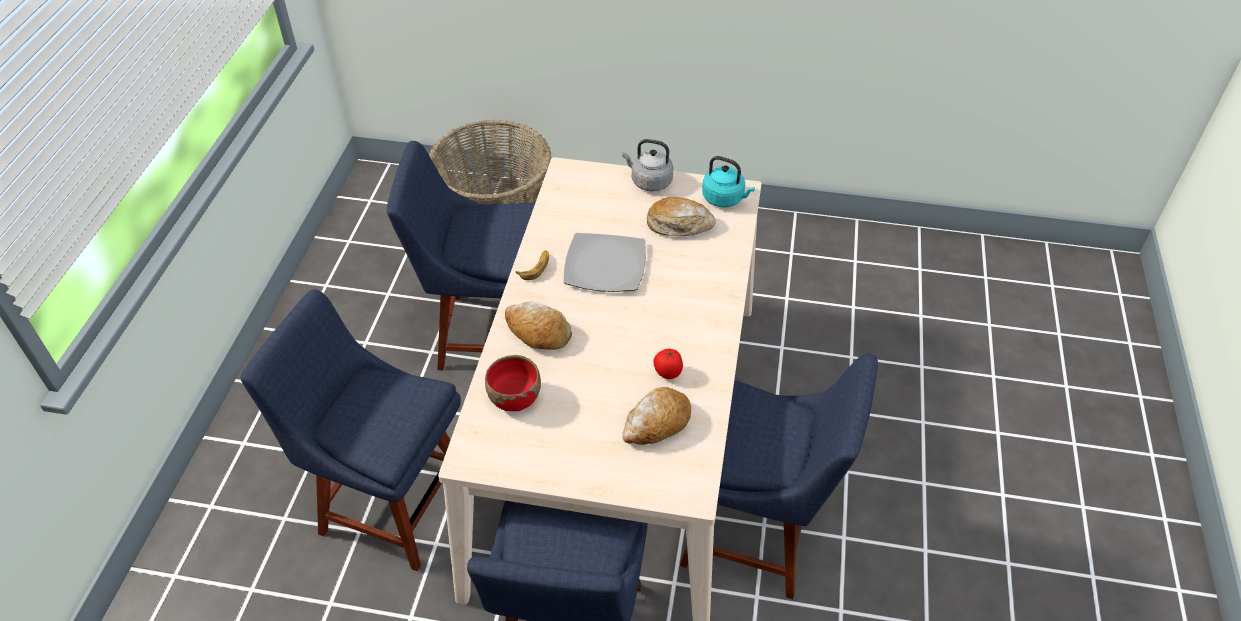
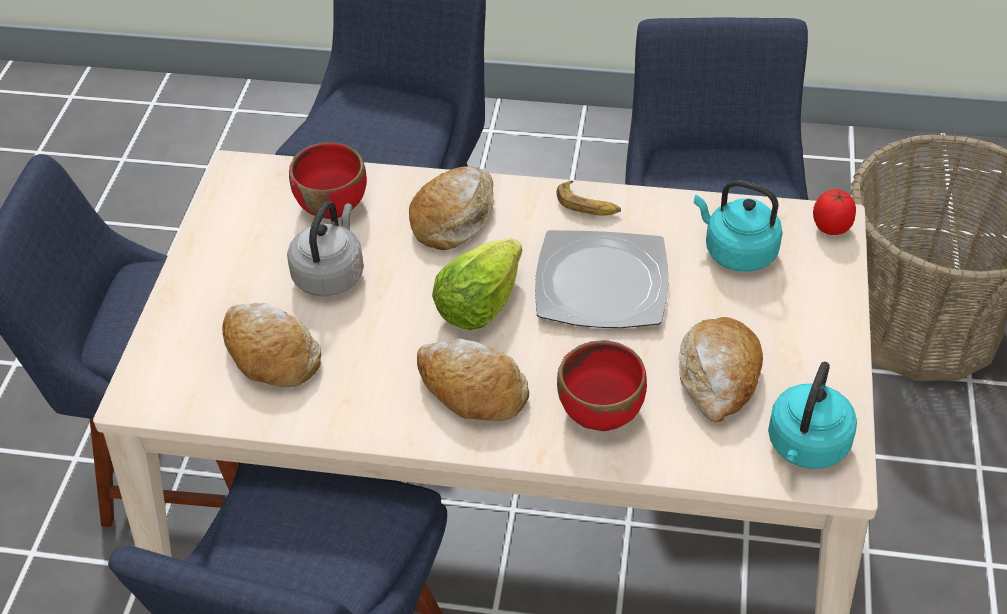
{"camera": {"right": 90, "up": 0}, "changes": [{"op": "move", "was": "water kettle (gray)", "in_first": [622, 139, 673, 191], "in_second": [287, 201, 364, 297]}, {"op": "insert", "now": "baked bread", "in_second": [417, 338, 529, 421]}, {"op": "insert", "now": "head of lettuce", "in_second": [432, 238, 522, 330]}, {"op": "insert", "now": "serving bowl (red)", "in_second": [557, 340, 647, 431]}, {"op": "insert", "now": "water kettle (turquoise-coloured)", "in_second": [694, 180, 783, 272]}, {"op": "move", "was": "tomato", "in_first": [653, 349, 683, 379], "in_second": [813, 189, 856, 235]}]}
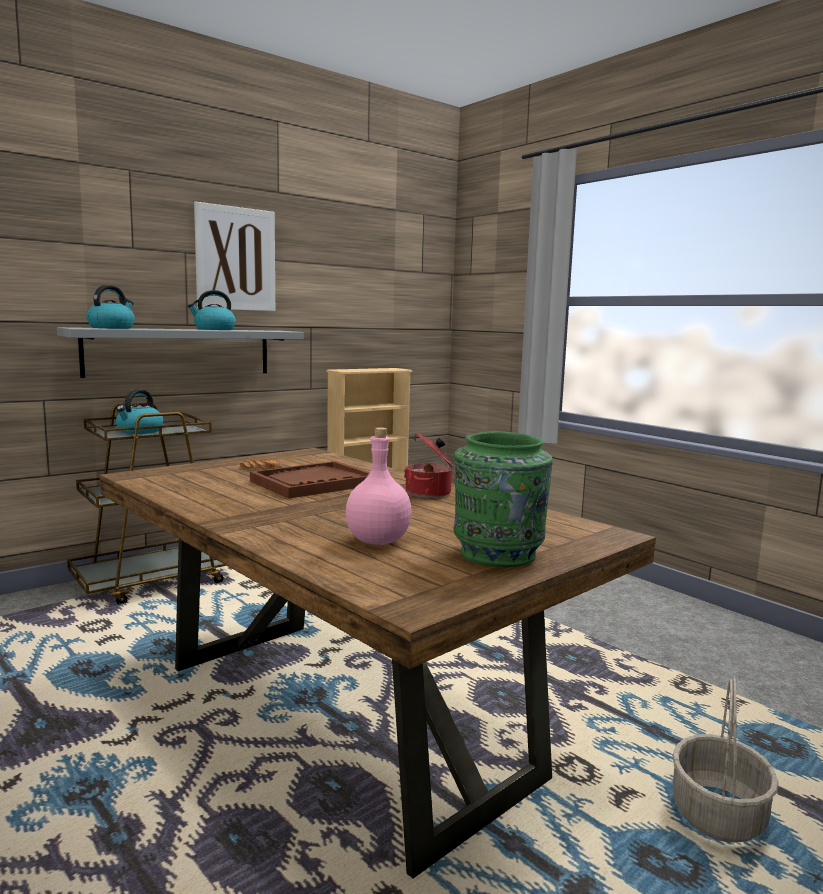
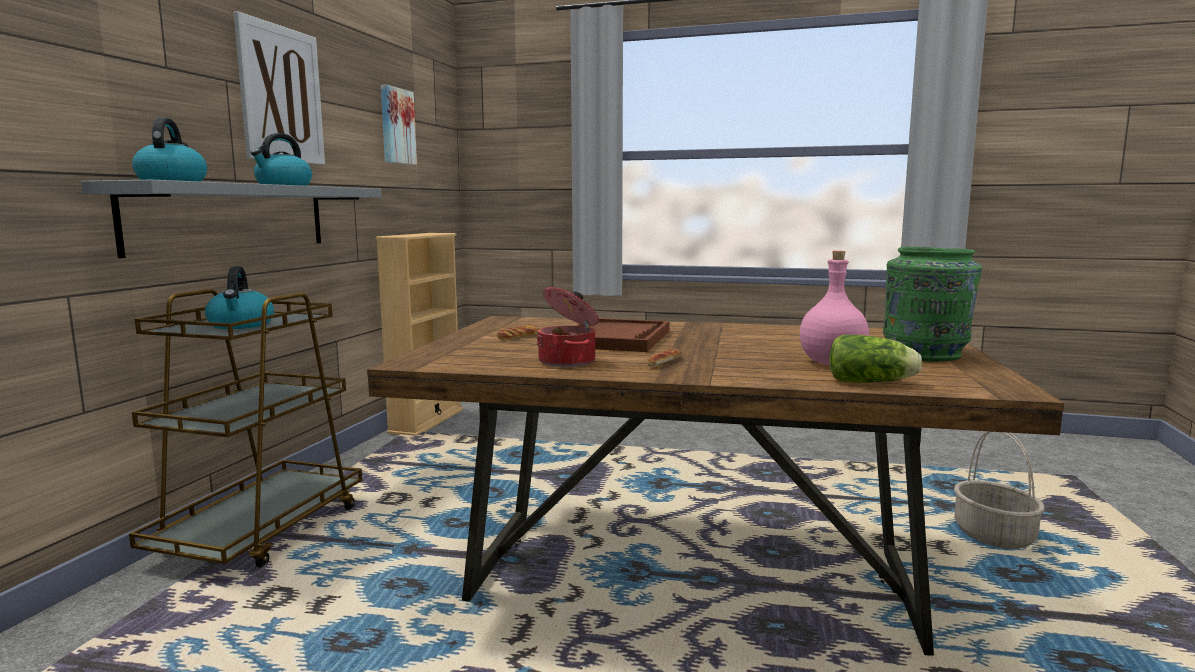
{"camera": {"right": -35, "up": 0}, "changes": [{"op": "insert", "now": "picture", "in_second": [381, 85, 417, 165]}, {"op": "move", "was": "cooking pot", "in_first": [404, 432, 453, 498], "in_second": [536, 287, 599, 367]}, {"op": "insert", "now": "baked bread", "in_second": [647, 348, 682, 367]}, {"op": "insert", "now": "head of lettuce", "in_second": [829, 335, 922, 383]}]}
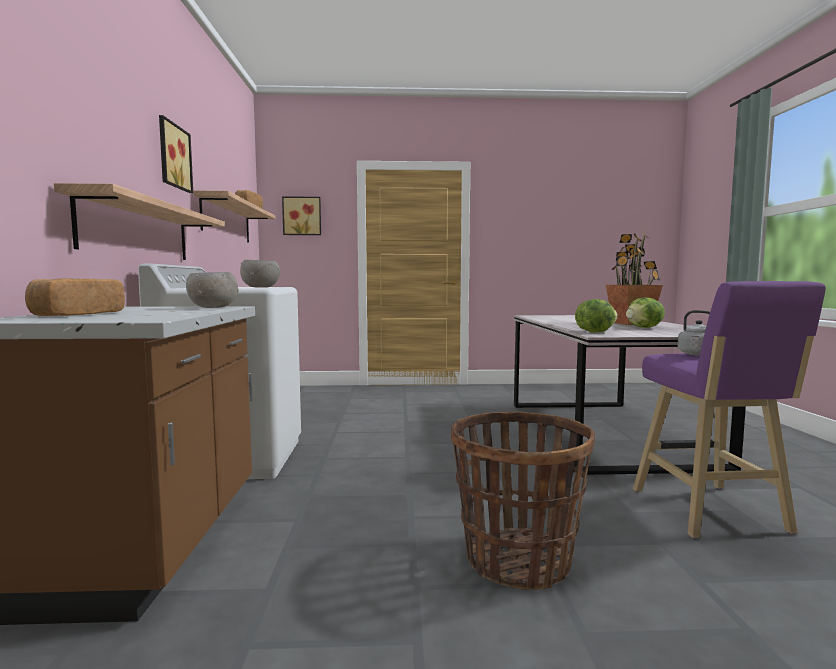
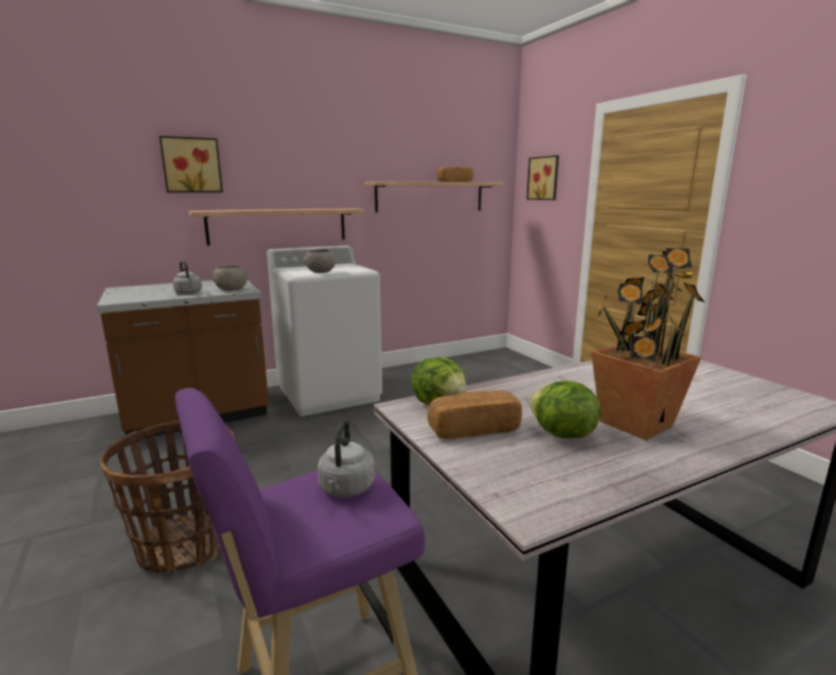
{"camera": {"right": 65, "up": 10}, "changes": [{"op": "move", "was": "picture", "in_first": [159, 115, 193, 193], "in_second": [159, 136, 223, 192]}, {"op": "insert", "now": "water kettle (gray)", "in_second": [173, 261, 202, 294]}, {"op": "move", "was": "baked bread", "in_first": [25, 278, 125, 316], "in_second": [427, 390, 522, 439]}]}
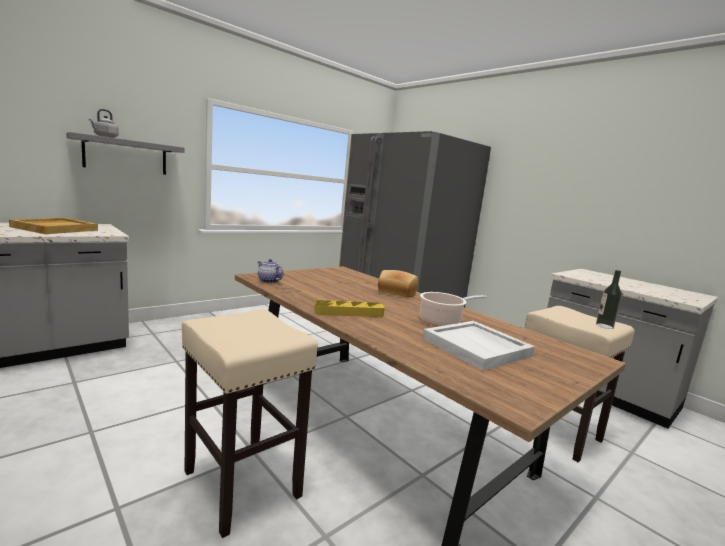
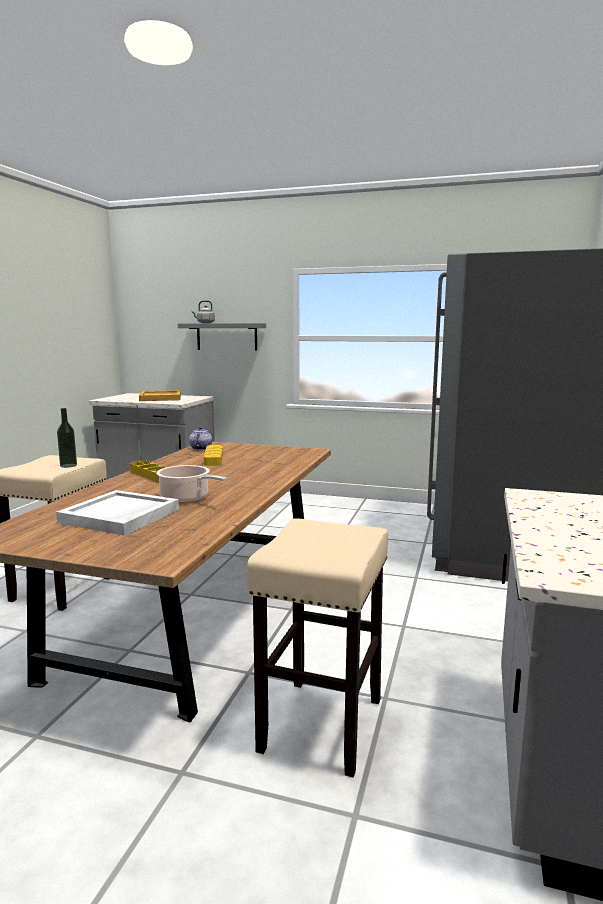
{"camera": {"right": 60, "up": 0}, "changes": [{"op": "move", "was": "bottle", "in_first": [596, 270, 622, 329], "in_second": [57, 408, 77, 468]}, {"op": "insert", "now": "serving tray (yellow-coloured)", "in_second": [204, 445, 223, 466]}, {"op": "delete", "was": "baked bread", "in_first": [378, 270, 418, 297]}]}
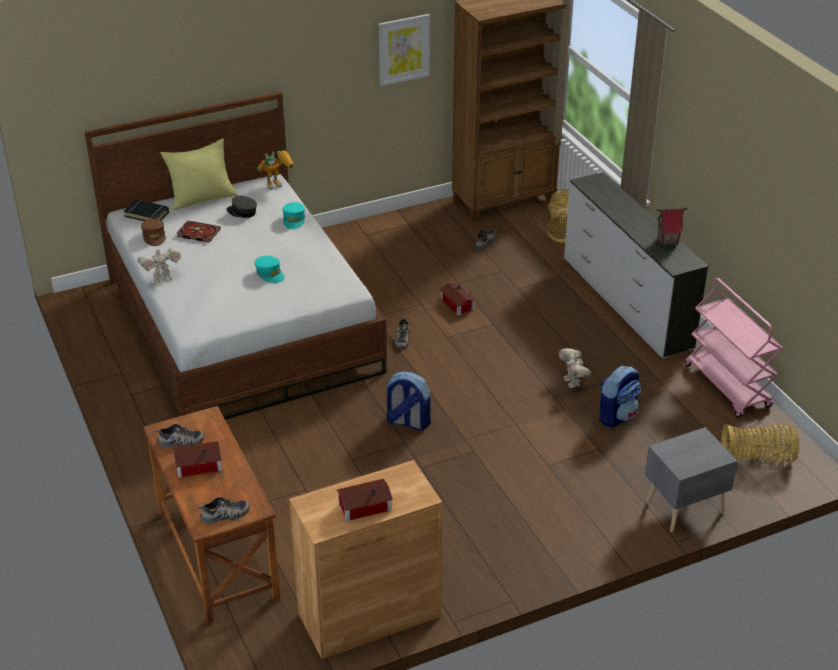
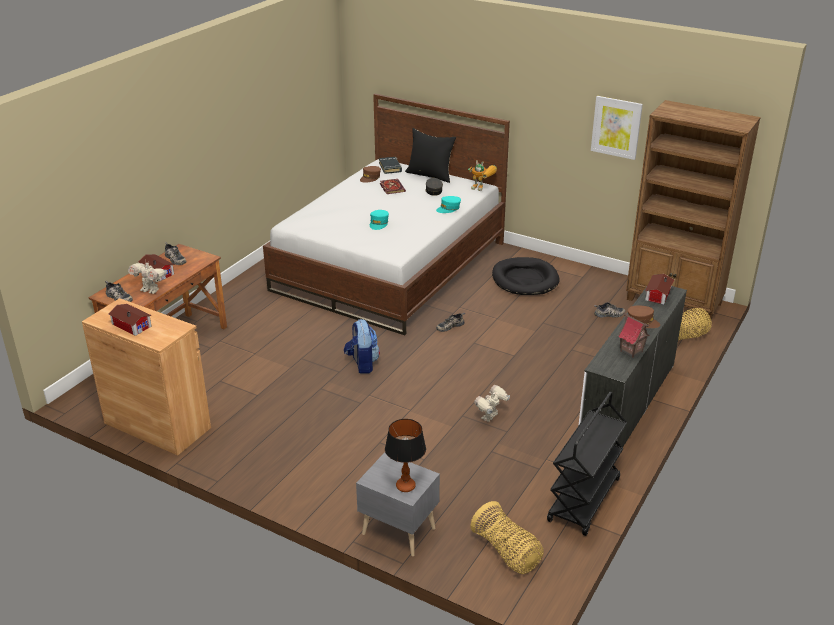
{"camera": {"right": 55, "up": -5}, "changes": [{"op": "move", "was": "robot figure", "in_first": [137, 248, 181, 284], "in_second": [128, 260, 167, 294]}, {"op": "insert", "now": "lamp for a table", "in_second": [385, 419, 426, 492]}, {"op": "recolor", "was": "pillow (yellow-coloured)", "now": "pillow (black-coloured)", "in_first": [160, 138, 238, 210], "in_second": [405, 128, 456, 183]}, {"op": "insert", "now": "pet bed (black-coloured)", "in_second": [492, 257, 560, 295]}, {"op": "recolor", "was": "trolley (pinkish)", "now": "trolley (black-coloured)", "in_first": [685, 278, 783, 417], "in_second": [547, 391, 627, 536]}, {"op": "insert", "now": "peaked cap (brown-coloured)", "in_second": [628, 306, 660, 328]}, {"op": "move", "was": "miniature house", "in_first": [439, 283, 476, 316], "in_second": [645, 274, 674, 304]}, {"op": "delete", "was": "backpack", "in_first": [599, 366, 641, 428]}]}
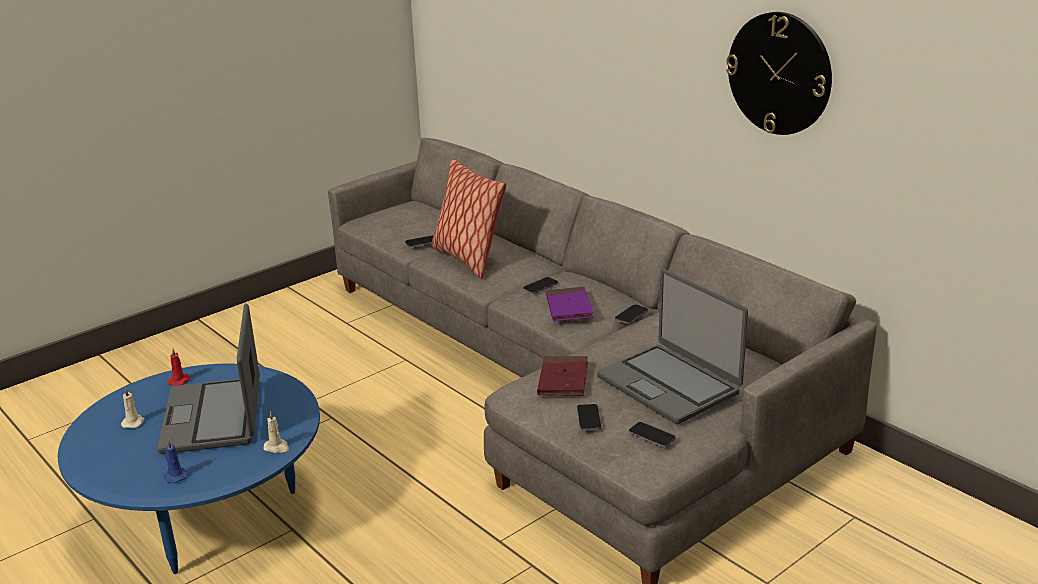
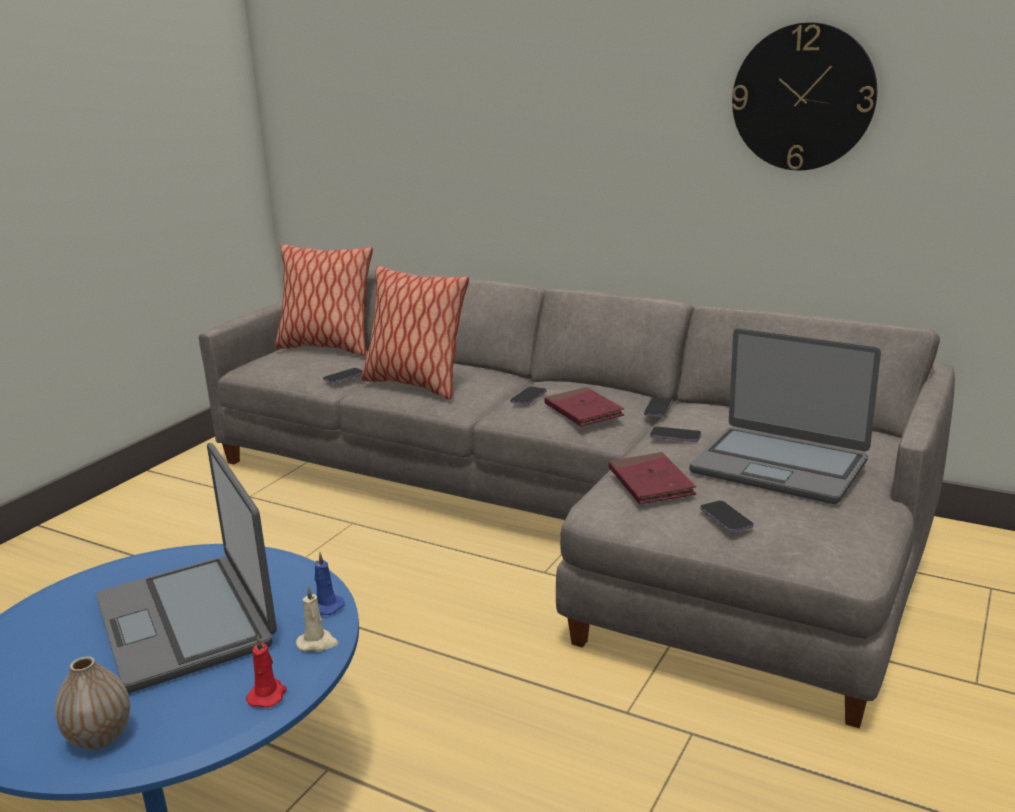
{"camera": {"right": -20, "up": -5}, "changes": [{"op": "insert", "now": "decorative vase", "in_second": [55, 656, 130, 750]}, {"op": "move", "was": "wax candle (red)", "in_first": [168, 349, 190, 386], "in_second": [246, 636, 287, 708]}, {"op": "insert", "now": "pillow", "in_second": [275, 244, 373, 356]}, {"op": "move", "was": "wax candle (blue)", "in_first": [164, 439, 189, 483], "in_second": [315, 552, 345, 615]}, {"op": "recolor", "was": "book (purple)", "now": "book (red)", "in_first": [546, 287, 594, 322], "in_second": [544, 387, 624, 426]}, {"op": "move", "was": "phone", "in_first": [629, 422, 676, 447], "in_second": [650, 427, 701, 442]}, {"op": "delete", "was": "wax candle (beige-coloured)", "in_first": [121, 387, 145, 428]}]}
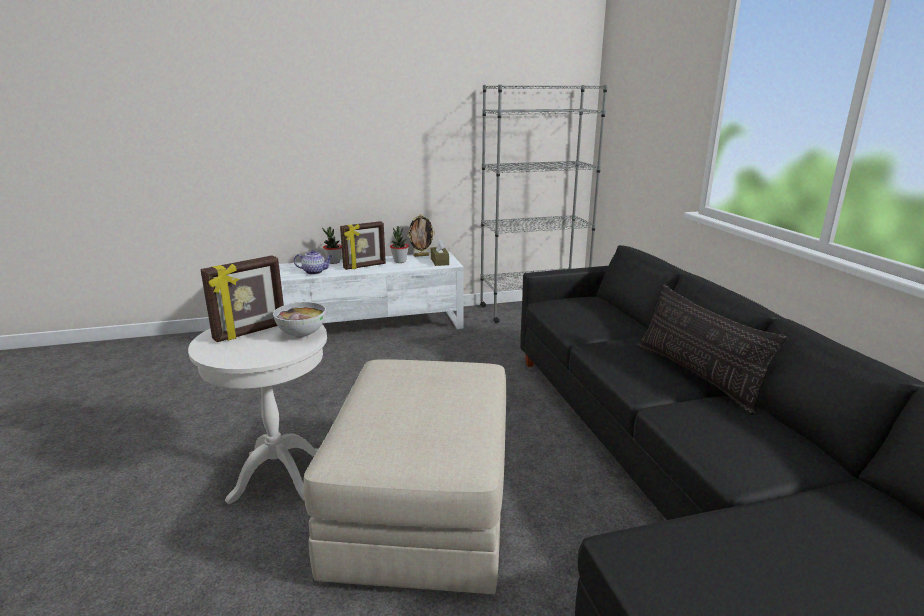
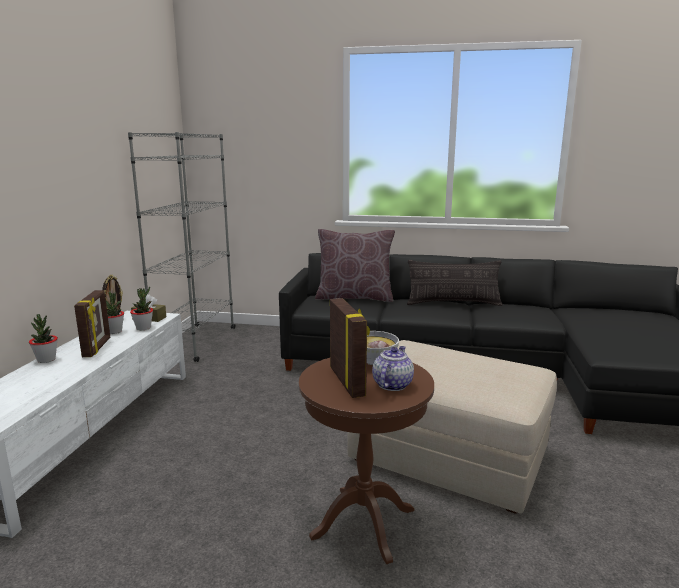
{"camera": {"right": -65, "up": -5}, "changes": [{"op": "insert", "now": "houseplant", "in_second": [130, 287, 153, 330]}, {"op": "recolor", "was": "accent table (white-coloured)", "now": "accent table (brown-coloured)", "in_first": [188, 325, 327, 504], "in_second": [299, 358, 434, 564]}, {"op": "insert", "now": "pillow (brown-coloured)", "in_second": [315, 229, 395, 302]}, {"op": "move", "was": "teapot", "in_first": [294, 250, 332, 275], "in_second": [372, 346, 414, 391]}]}
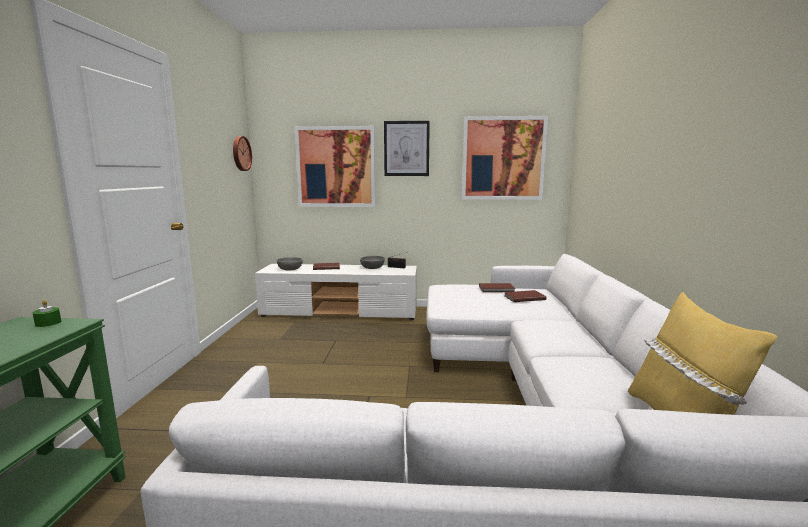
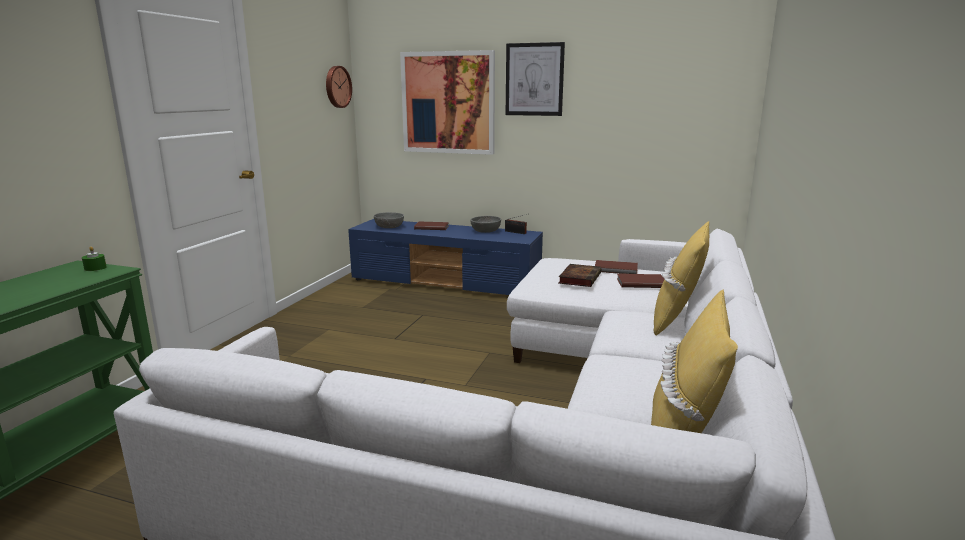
{"camera": {"right": 15, "up": 5}, "changes": [{"op": "recolor", "was": "tv unit (white-coloured)", "now": "tv unit (blue)", "in_first": [255, 264, 417, 320], "in_second": [348, 219, 543, 295]}, {"op": "insert", "now": "book", "in_second": [558, 264, 602, 287]}, {"op": "insert", "now": "pillow (yellow-coloured)", "in_second": [653, 221, 709, 335]}, {"op": "delete", "was": "picture", "in_first": [462, 116, 548, 200]}]}
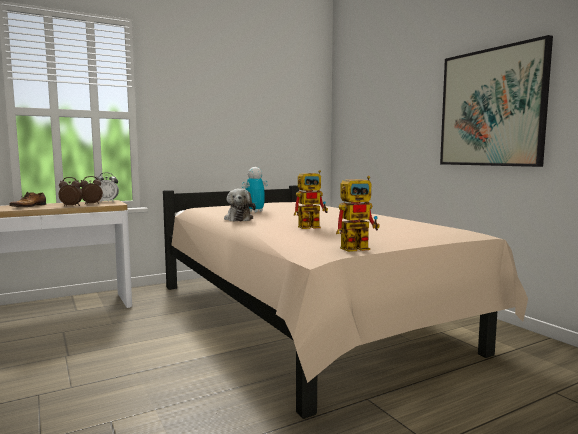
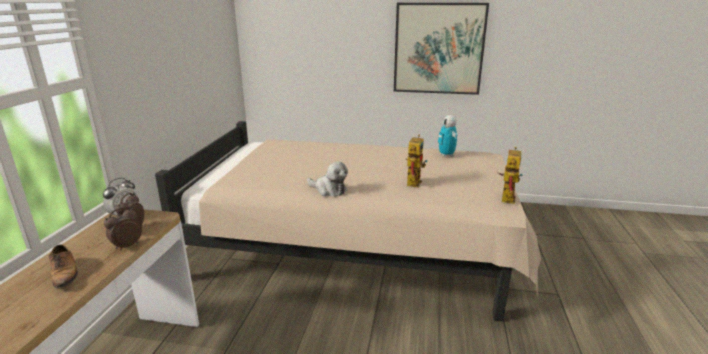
{"camera": {"right": -50, "up": 15}, "changes": [{"op": "move", "was": "robot figure", "in_first": [242, 167, 268, 212], "in_second": [438, 115, 457, 157]}]}
